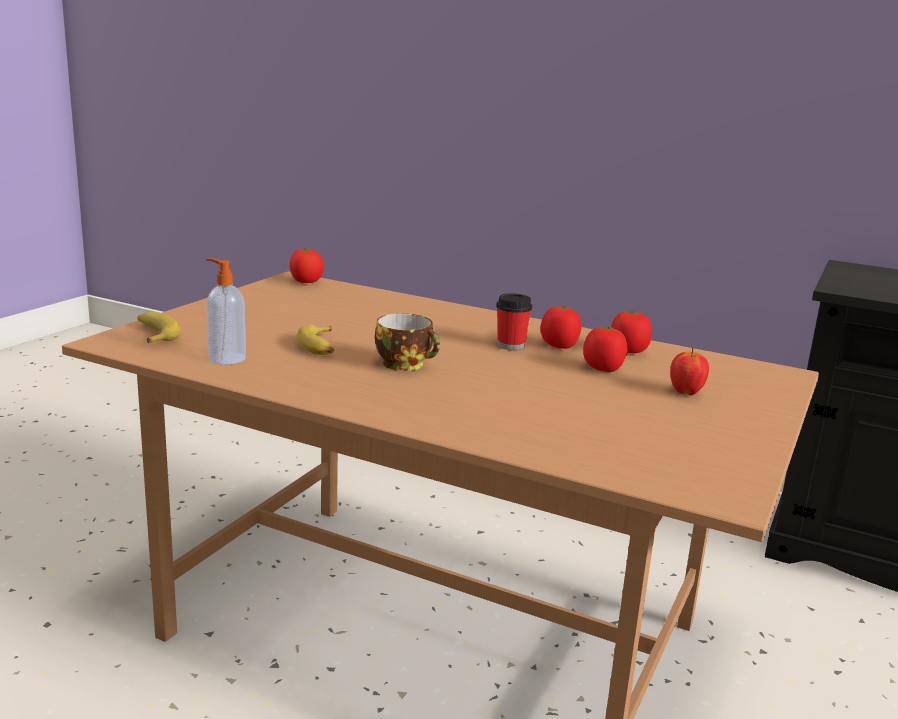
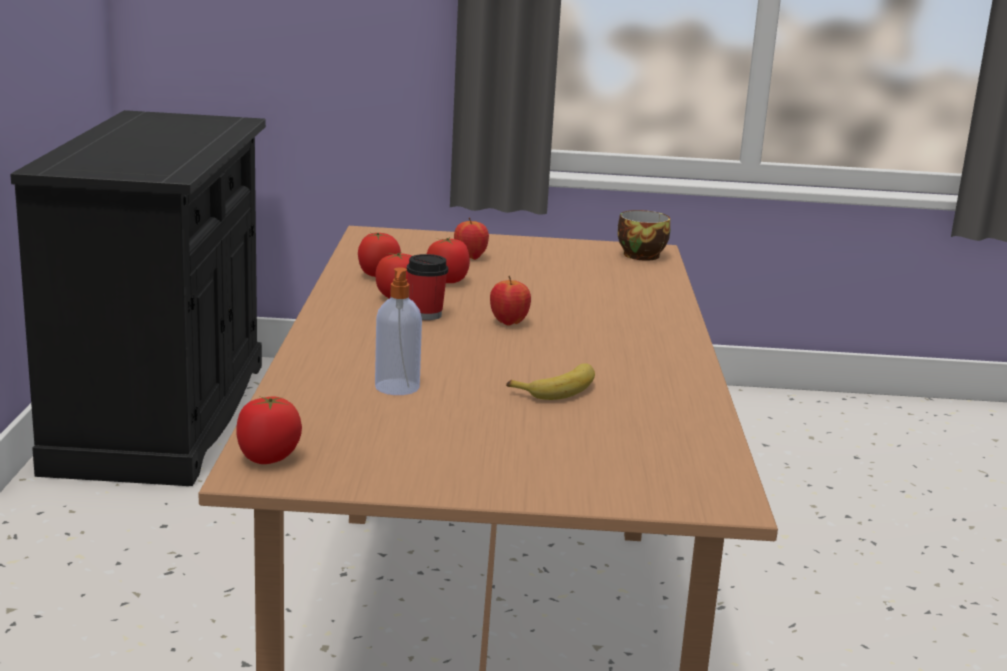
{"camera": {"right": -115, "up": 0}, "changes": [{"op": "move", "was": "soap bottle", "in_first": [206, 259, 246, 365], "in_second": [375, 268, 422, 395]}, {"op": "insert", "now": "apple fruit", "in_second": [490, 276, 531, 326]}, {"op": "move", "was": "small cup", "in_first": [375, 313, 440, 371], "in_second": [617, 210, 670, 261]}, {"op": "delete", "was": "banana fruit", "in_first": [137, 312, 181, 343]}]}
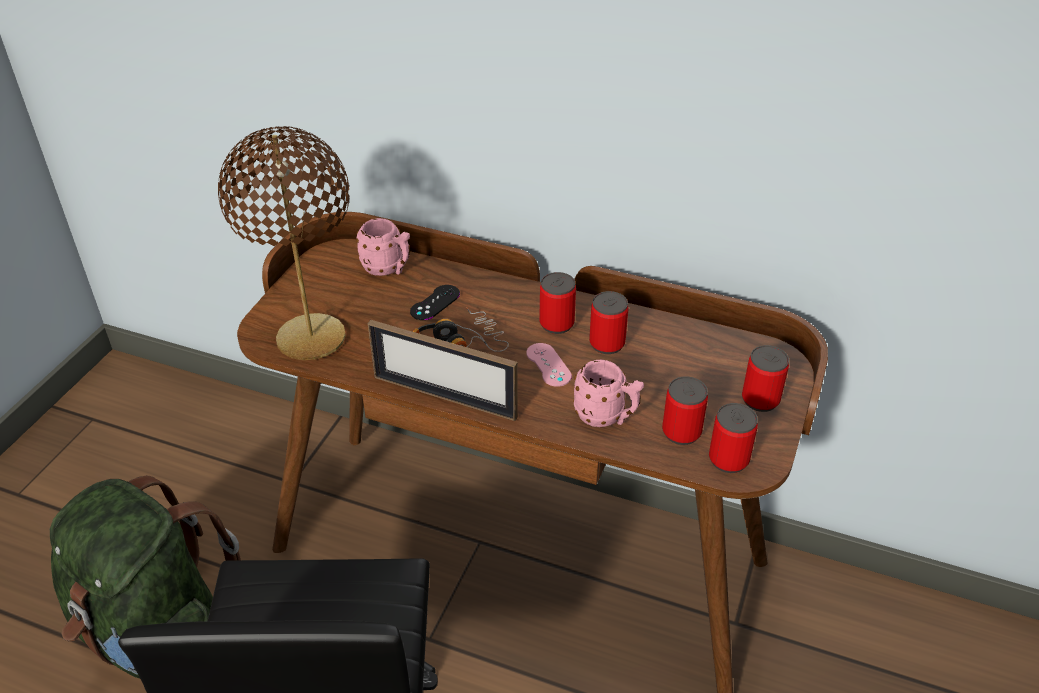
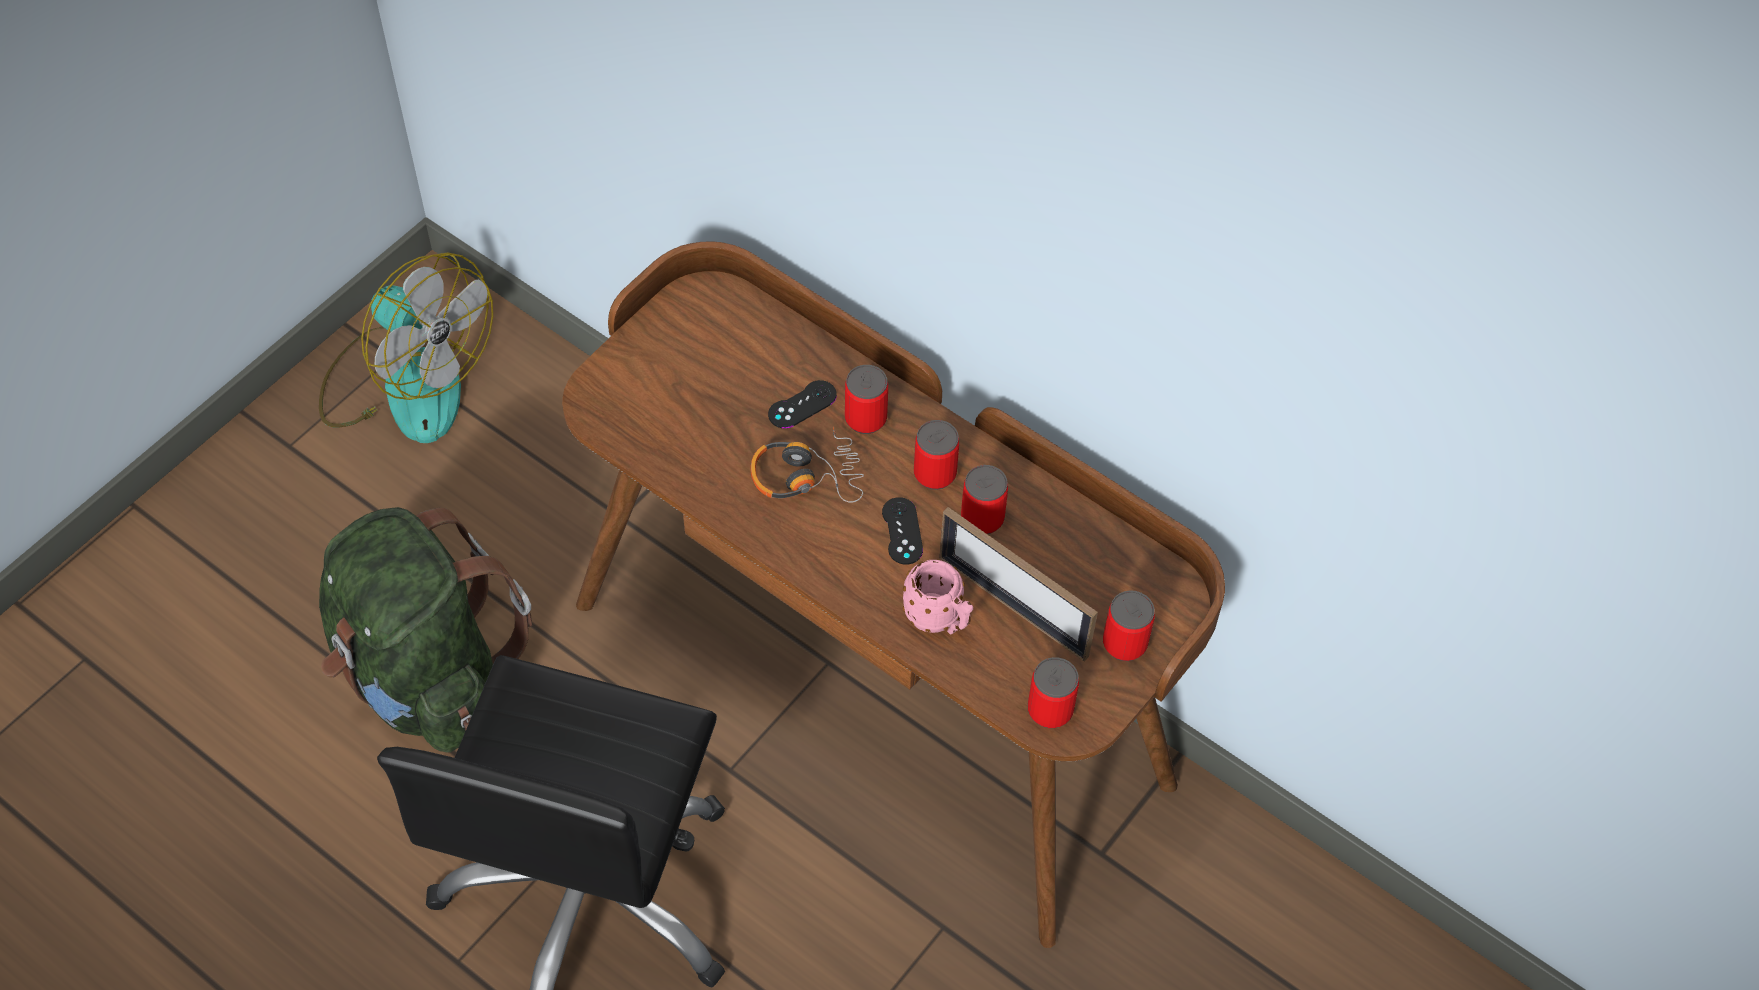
{"camera": {"right": 15, "up": 15}, "changes": [{"op": "insert", "now": "electric fan", "in_second": [319, 253, 493, 443]}, {"op": "move", "was": "sealed can", "in_first": [662, 376, 708, 445], "in_second": [845, 365, 888, 434]}, {"op": "recolor", "was": "gamepad (pinkish)", "now": "gamepad (black-coloured)", "in_first": [526, 343, 572, 387], "in_second": [882, 497, 923, 565]}, {"op": "move", "was": "standing frame", "in_first": [368, 320, 518, 421], "in_second": [939, 507, 1098, 661]}, {"op": "delete", "was": "lamp for a table (brown-coloured)", "in_first": [218, 126, 349, 360]}, {"op": "delete", "was": "tea mug (pinkish)", "in_first": [356, 218, 410, 276]}]}
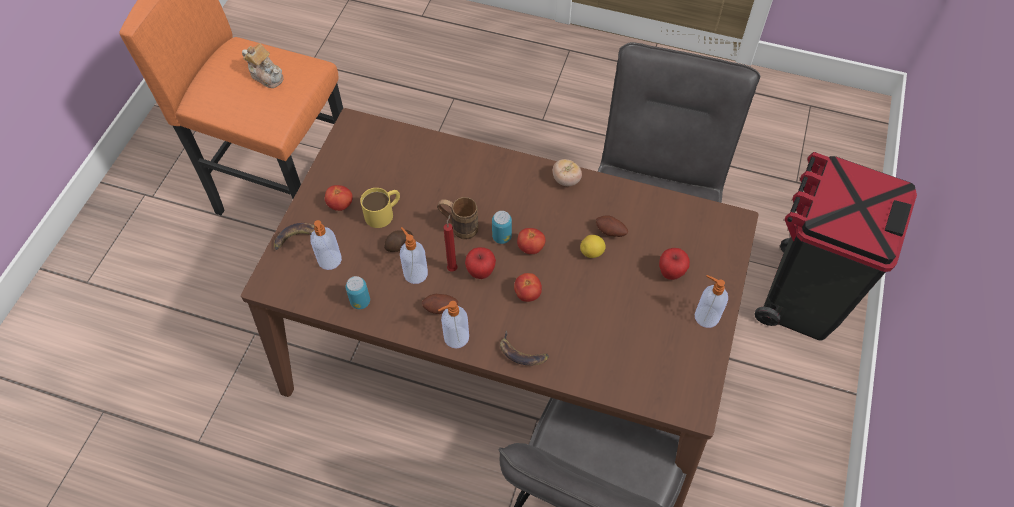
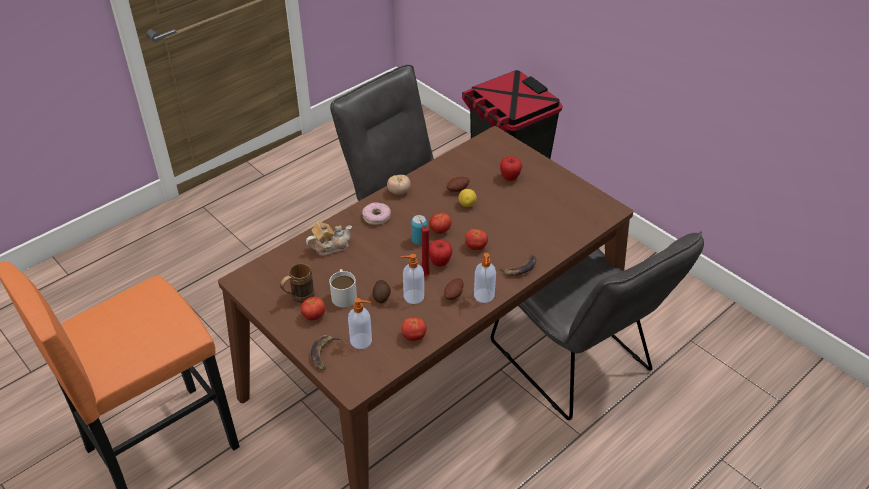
{"camera": {"right": -60, "up": -15}, "changes": [{"op": "move", "was": "tea mug (brown-coloured)", "in_first": [437, 197, 478, 240], "in_second": [280, 263, 314, 303]}, {"op": "move", "was": "teapot", "in_first": [242, 43, 284, 88], "in_second": [306, 221, 352, 256]}, {"op": "recolor", "was": "tea mug (yellow-coloured)", "now": "tea mug (white-coloured)", "in_first": [360, 188, 400, 228], "in_second": [329, 269, 357, 308]}, {"op": "insert", "now": "donut", "in_second": [362, 202, 391, 225]}, {"op": "replace", "was": "sealed can", "now": "tomato", "in_first": [346, 276, 370, 309], "in_second": [401, 318, 427, 341]}, {"op": "delete", "was": "soap bottle", "in_first": [694, 275, 728, 328]}]}
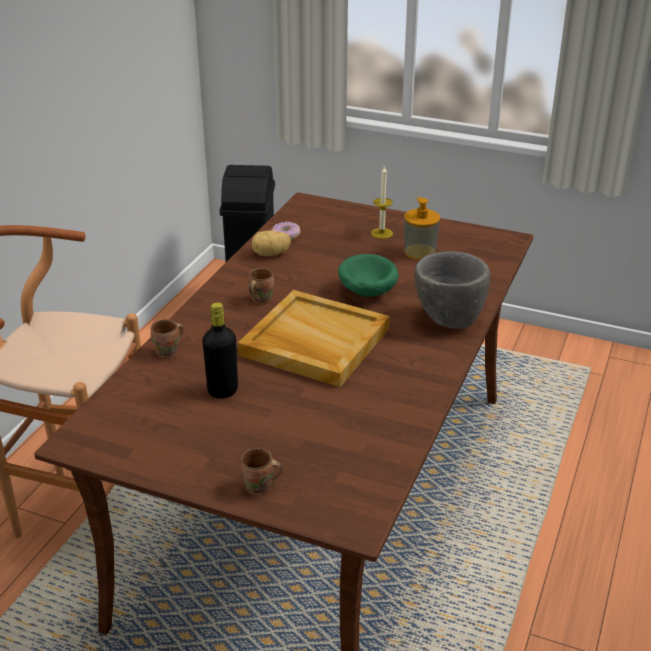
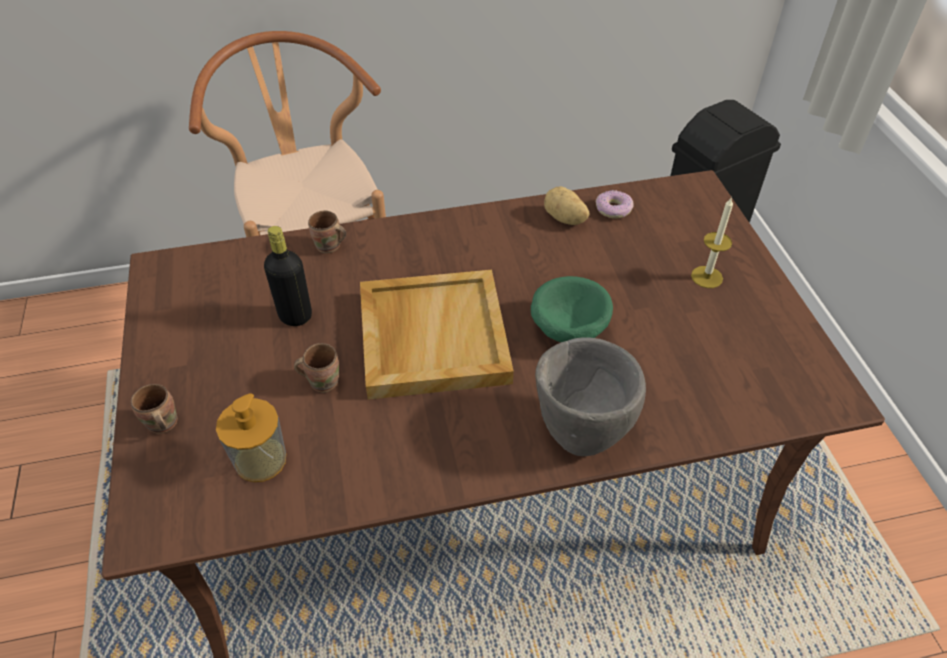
{"camera": {"right": 55, "up": 15}, "changes": [{"op": "move", "was": "soap bottle", "in_first": [404, 197, 440, 260], "in_second": [216, 393, 286, 482]}, {"op": "move", "was": "tea mug (brown-coloured)", "in_first": [248, 268, 274, 304], "in_second": [294, 343, 339, 393]}]}
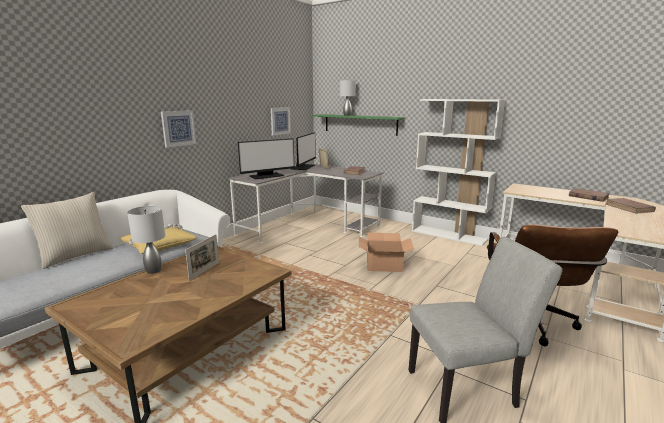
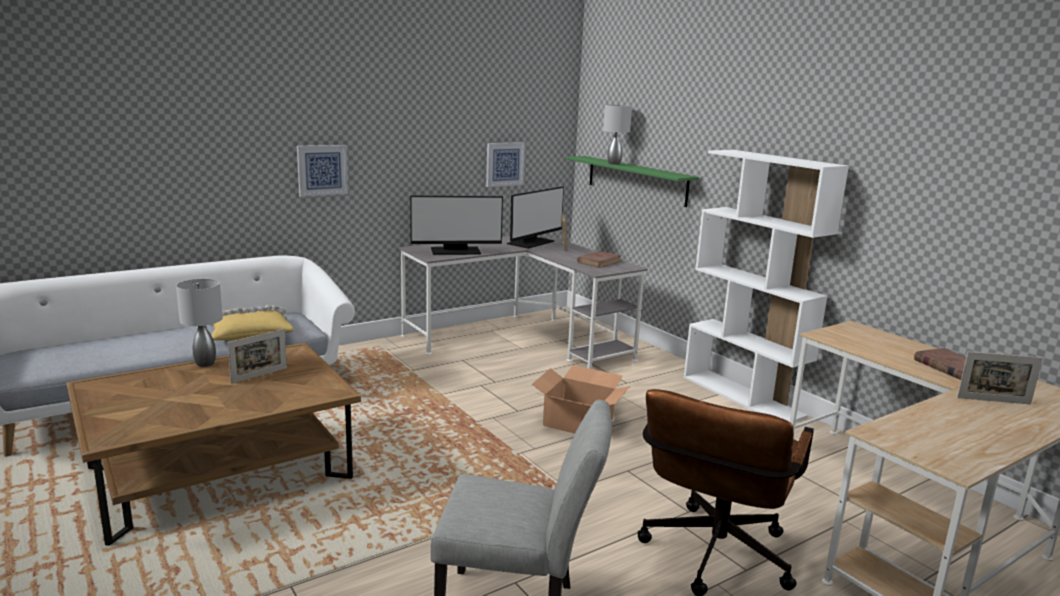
{"camera": {"right": 20, "up": 0}, "changes": [{"op": "replace", "was": "book (brown-coloured)", "now": "standing frame", "in_first": [605, 198, 656, 213], "in_second": [957, 352, 1043, 405]}, {"op": "delete", "was": "pillow (beige-coloured)", "in_first": [21, 192, 113, 269]}]}
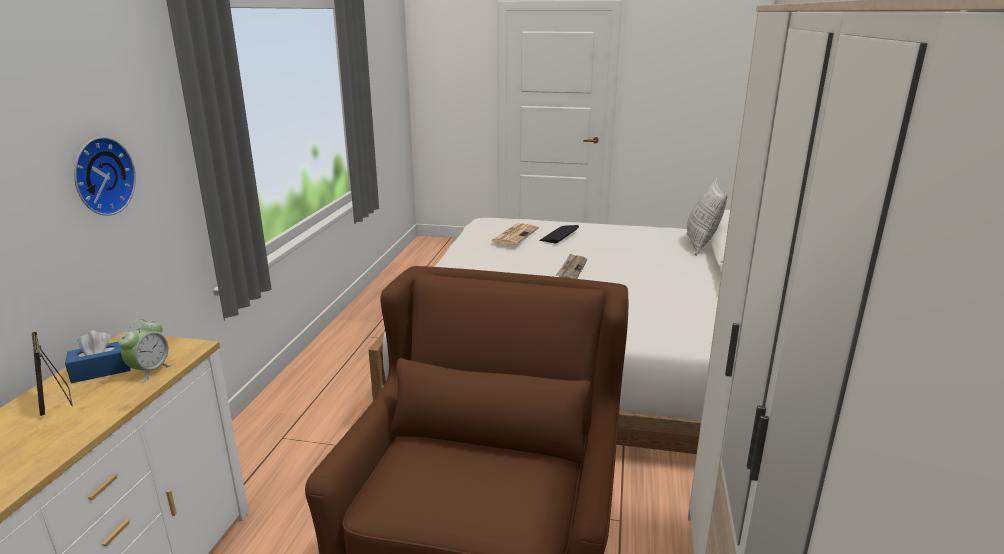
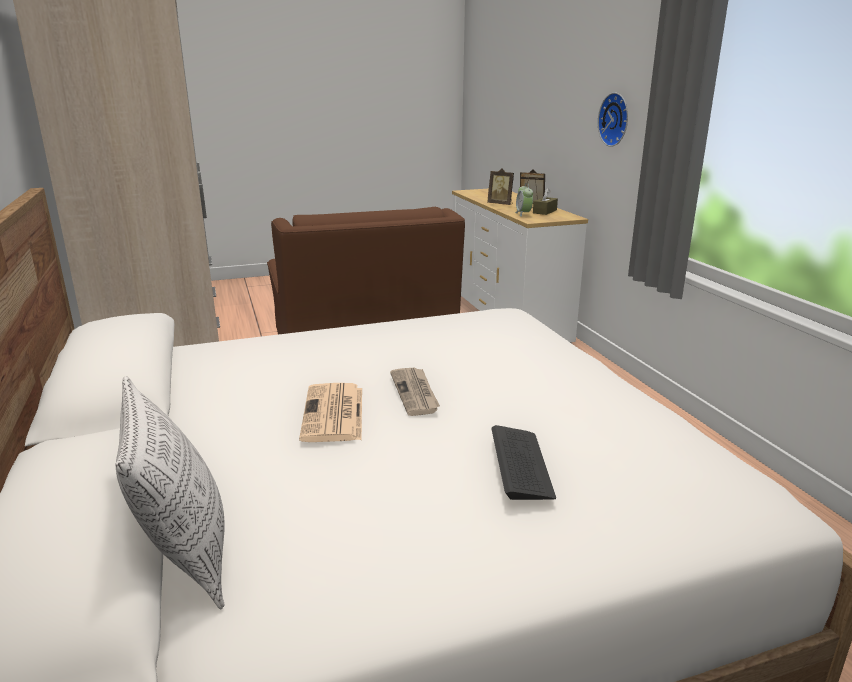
{"camera": {"right": 150, "up": 0}, "changes": [{"op": "move", "was": "daily paper", "in_first": [491, 223, 539, 245], "in_second": [299, 383, 362, 442]}, {"op": "insert", "now": "standing frame", "in_second": [487, 168, 514, 205]}, {"op": "recolor", "was": "tissue box (blue)", "now": "tissue box (brown-coloured)", "in_first": [65, 330, 130, 383], "in_second": [533, 188, 558, 215]}]}
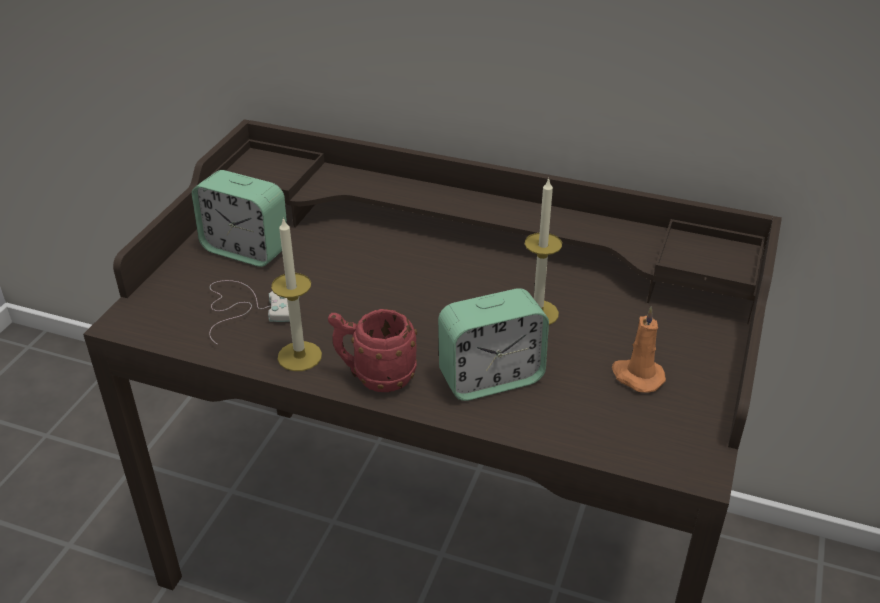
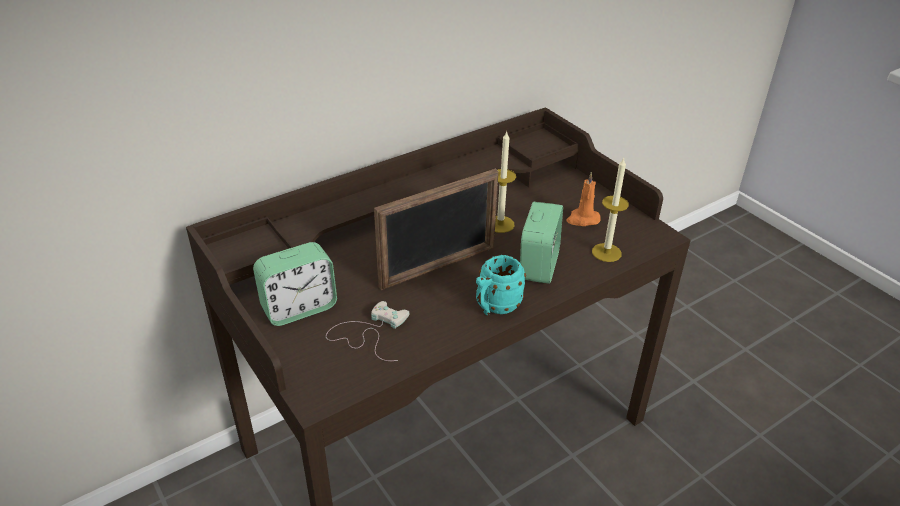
{"camera": {"right": -55, "up": 0}, "changes": [{"op": "insert", "now": "standing frame", "in_second": [374, 169, 499, 290]}, {"op": "recolor", "was": "tea mug (red)", "now": "tea mug (turquoise-coloured)", "in_first": [328, 309, 417, 392], "in_second": [476, 255, 526, 315]}, {"op": "move", "was": "wax candle", "in_first": [271, 217, 322, 371], "in_second": [592, 158, 629, 262]}]}
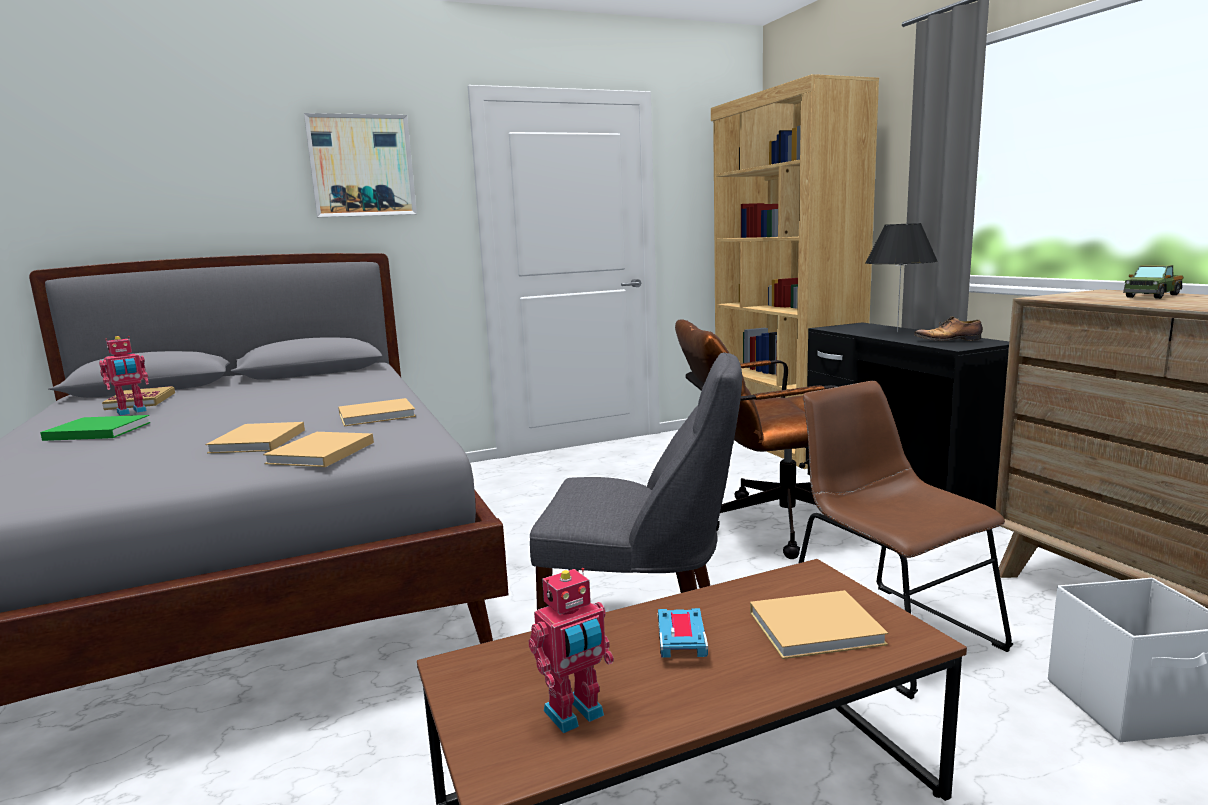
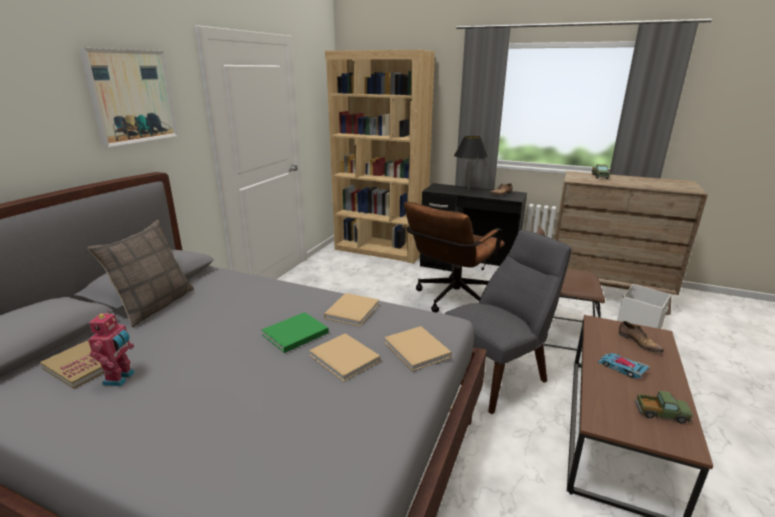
{"camera": {"right": -45, "up": 10}, "changes": [{"op": "insert", "now": "pillow", "in_second": [88, 220, 194, 328]}, {"op": "move", "was": "book (green-coloured)", "in_first": [40, 415, 150, 441], "in_second": [262, 312, 329, 353]}, {"op": "replace", "was": "book (beige-coloured)", "now": "shoe", "in_first": [750, 590, 888, 659], "in_second": [619, 321, 664, 353]}, {"op": "replace", "was": "robot figure", "now": "toy lorry", "in_first": [529, 568, 614, 733], "in_second": [635, 391, 693, 424]}]}
